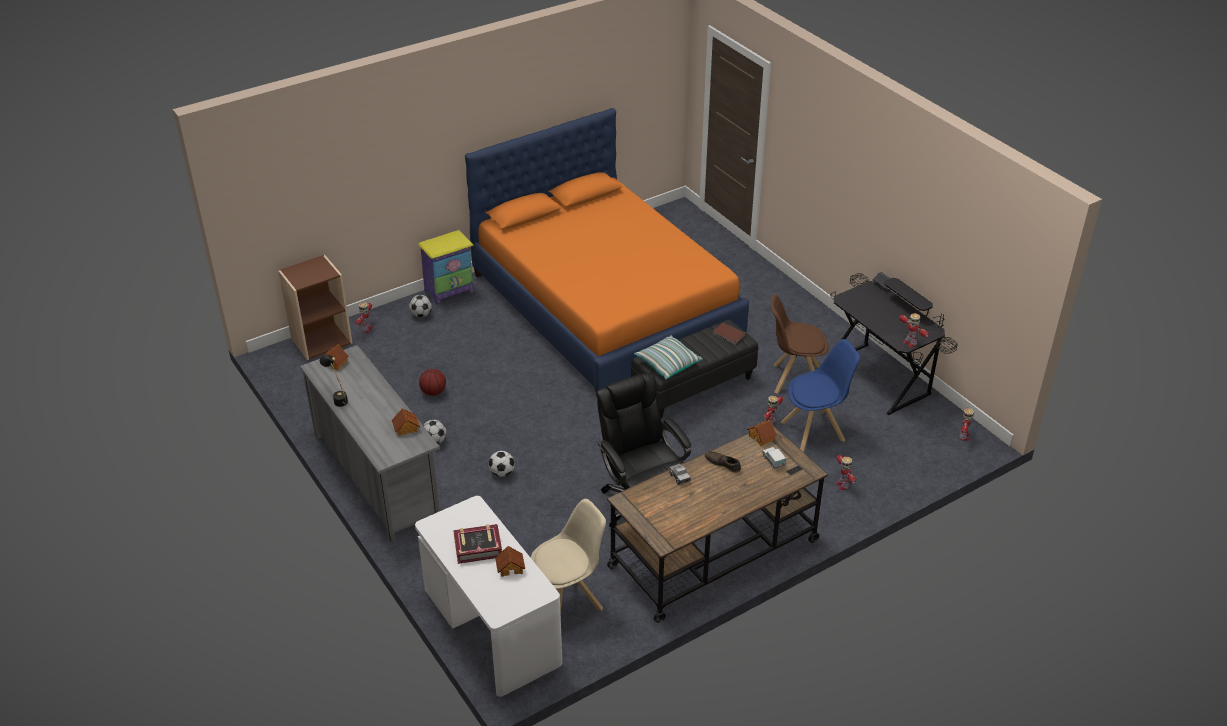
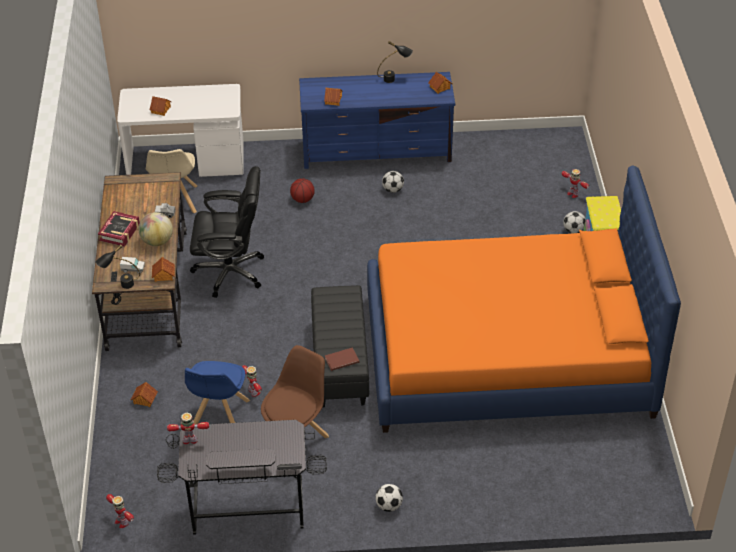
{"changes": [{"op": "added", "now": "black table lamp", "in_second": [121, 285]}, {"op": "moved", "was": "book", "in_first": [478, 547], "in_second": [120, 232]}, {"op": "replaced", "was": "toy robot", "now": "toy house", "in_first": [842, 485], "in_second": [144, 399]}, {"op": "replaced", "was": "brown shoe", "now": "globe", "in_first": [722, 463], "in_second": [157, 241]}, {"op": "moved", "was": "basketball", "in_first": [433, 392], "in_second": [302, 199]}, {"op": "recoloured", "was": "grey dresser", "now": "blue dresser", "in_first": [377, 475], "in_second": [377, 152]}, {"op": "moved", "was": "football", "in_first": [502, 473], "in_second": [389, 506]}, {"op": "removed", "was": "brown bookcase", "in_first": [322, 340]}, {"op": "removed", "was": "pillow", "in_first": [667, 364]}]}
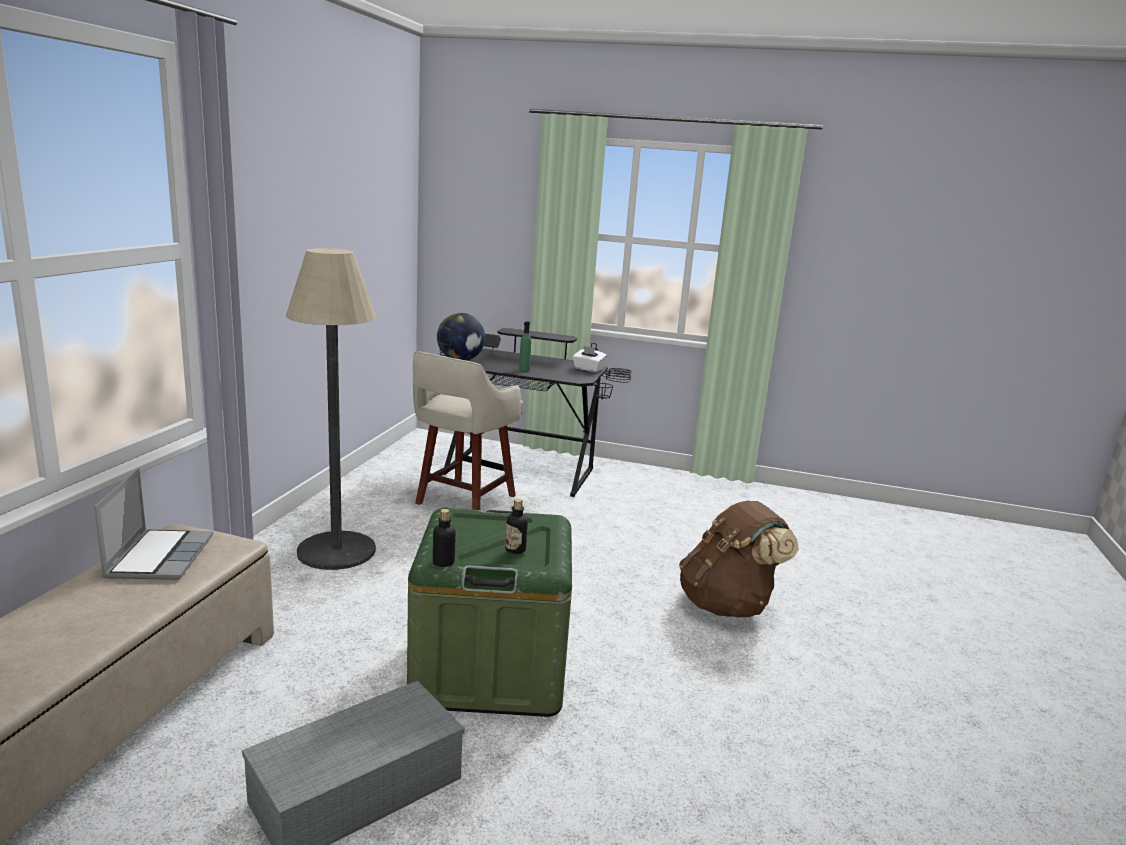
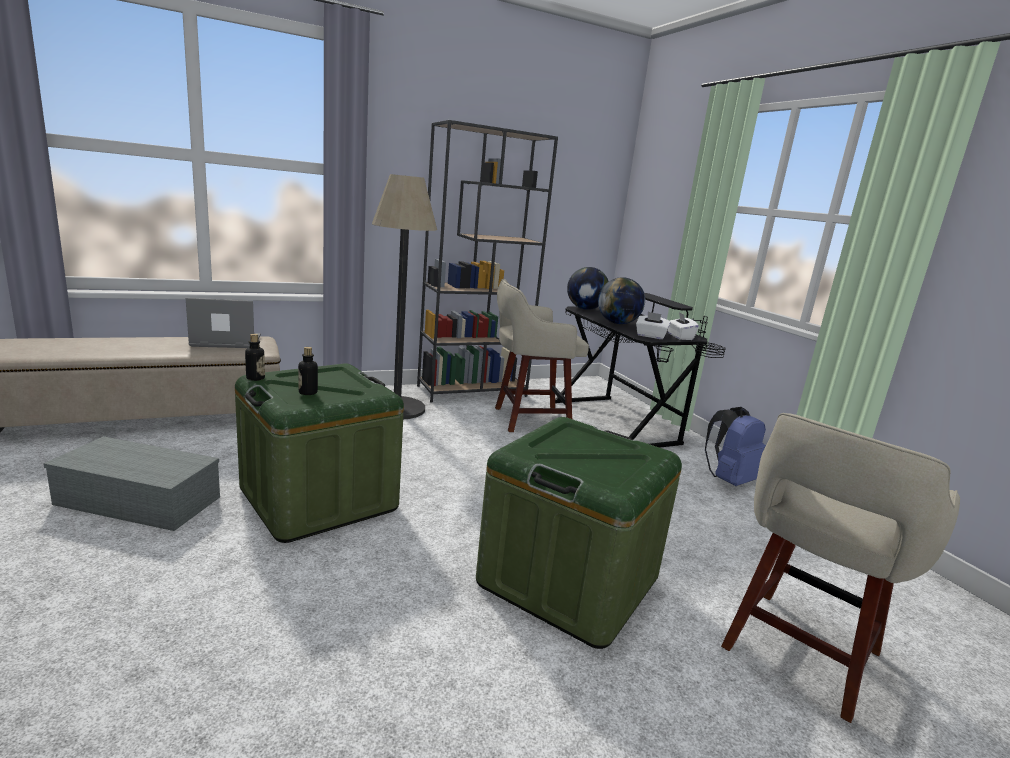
{"changes": [{"op": "turned", "was": "laptop", "in_first": [159, 556], "in_second": [225, 342], "clockwise": -150}, {"op": "added", "now": "bookcase", "in_second": [472, 391]}, {"op": "replaced", "was": "brown backpack", "now": "green storage box", "in_first": [728, 605], "in_second": [568, 580]}, {"op": "replaced", "was": "green bottle", "now": "globe", "in_first": [524, 369], "in_second": [617, 323]}, {"op": "added", "now": "white tissue box", "in_second": [650, 336]}, {"op": "added", "now": "blue backpack", "in_second": [729, 480]}, {"op": "added", "now": "beige stool", "in_second": [797, 654]}]}
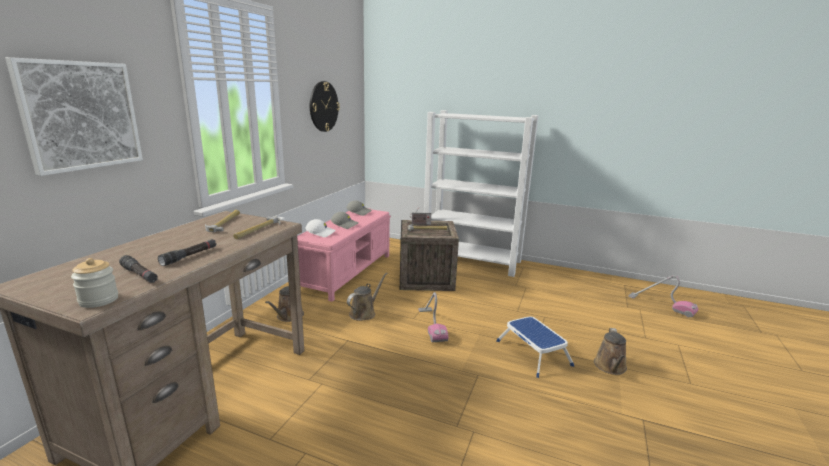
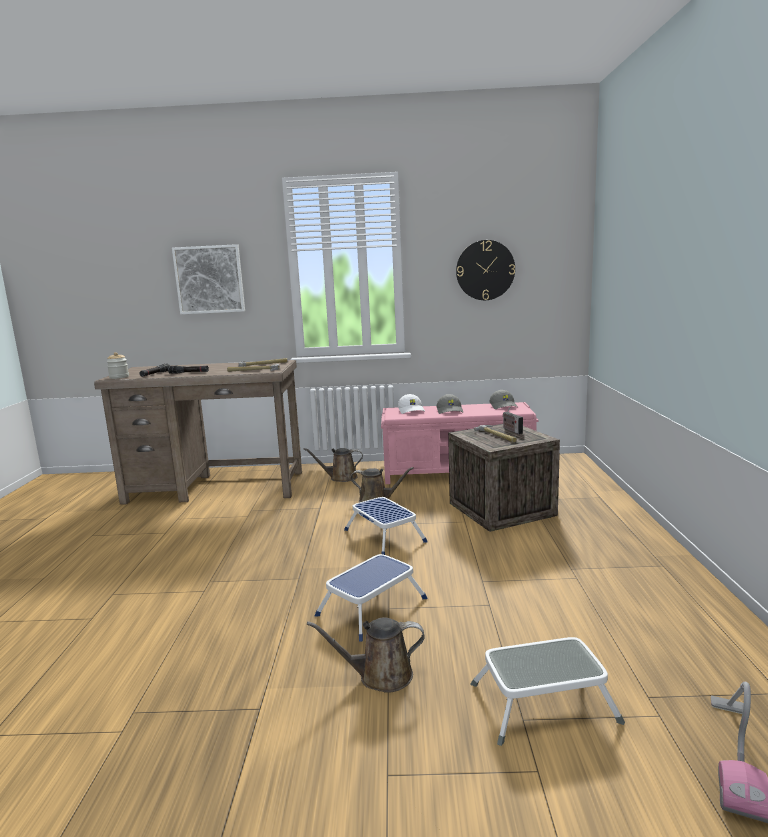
{"changes": [{"op": "replaced", "was": "vacuum cleaner", "now": "blue step ladder", "in_first": [432, 325], "in_second": [384, 536]}, {"op": "added", "now": "grey step ladder", "in_second": [543, 702]}, {"op": "removed", "was": "white bookcase", "in_first": [471, 261]}]}
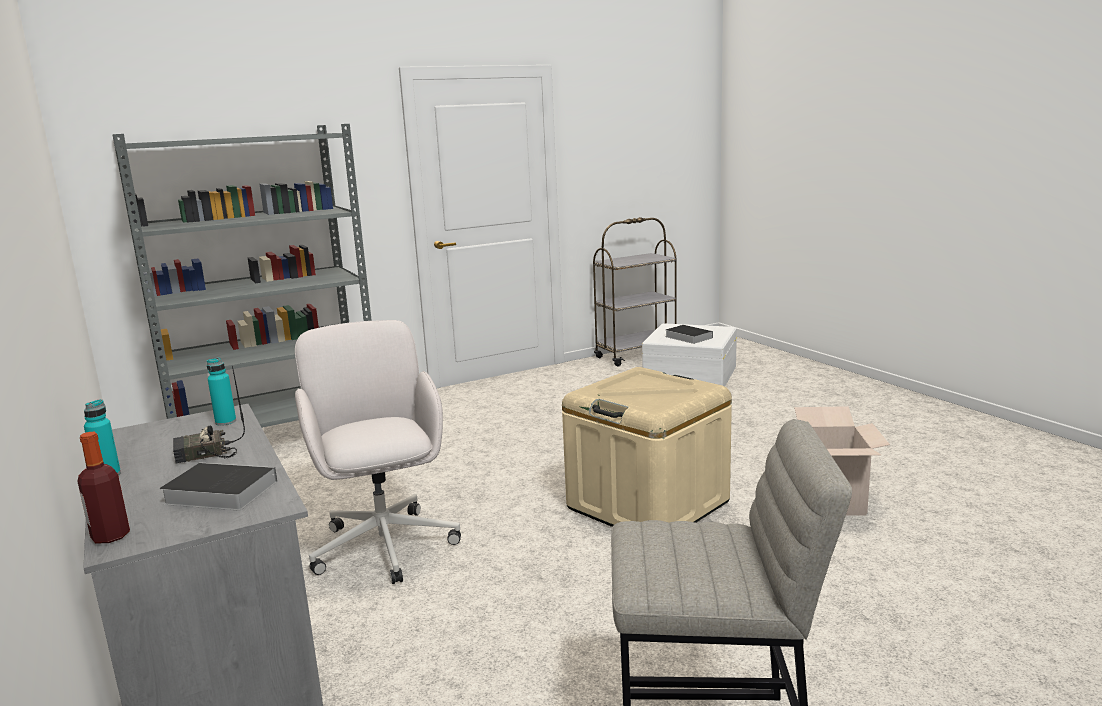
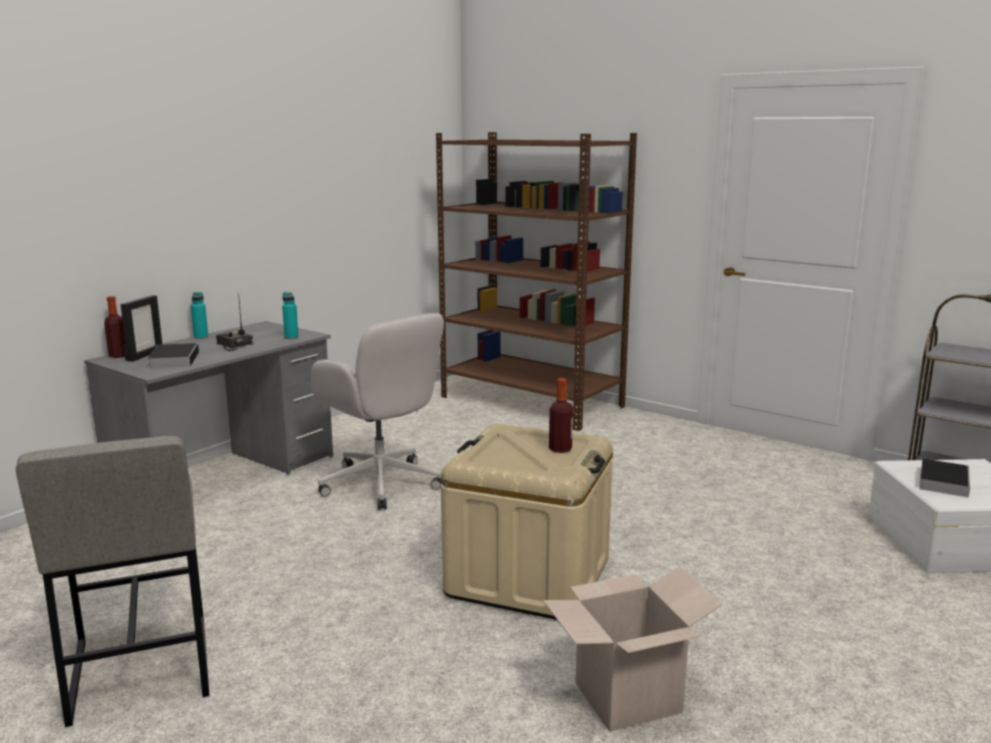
{"changes": [{"op": "added", "now": "picture frame", "in_second": [144, 355]}, {"op": "turned", "was": "white office chair", "in_first": [385, 546], "in_second": [380, 484], "clockwise": 90}, {"op": "recoloured", "was": "grey bookcase", "now": "brown bookcase", "in_first": [278, 437], "in_second": [531, 402]}, {"op": "added", "now": "bottle", "in_second": [560, 449]}]}
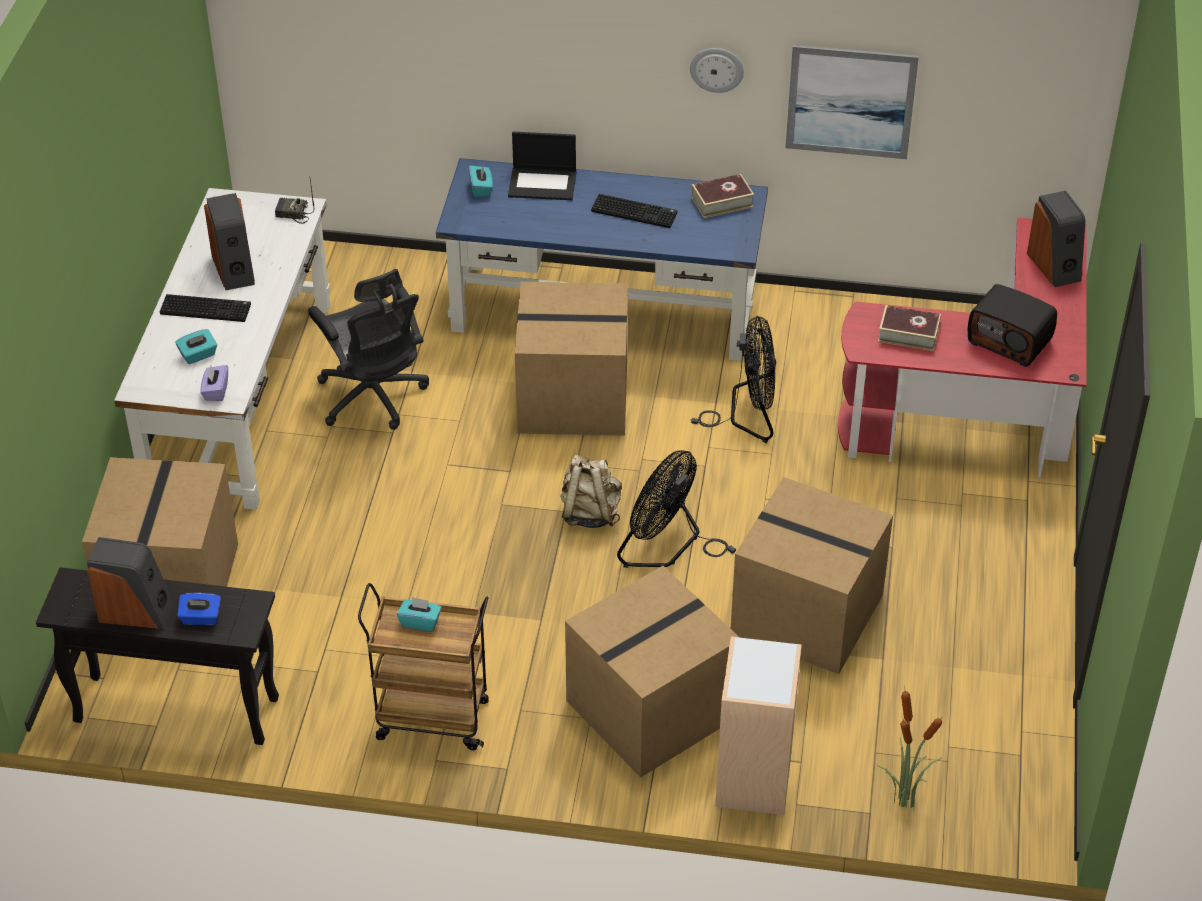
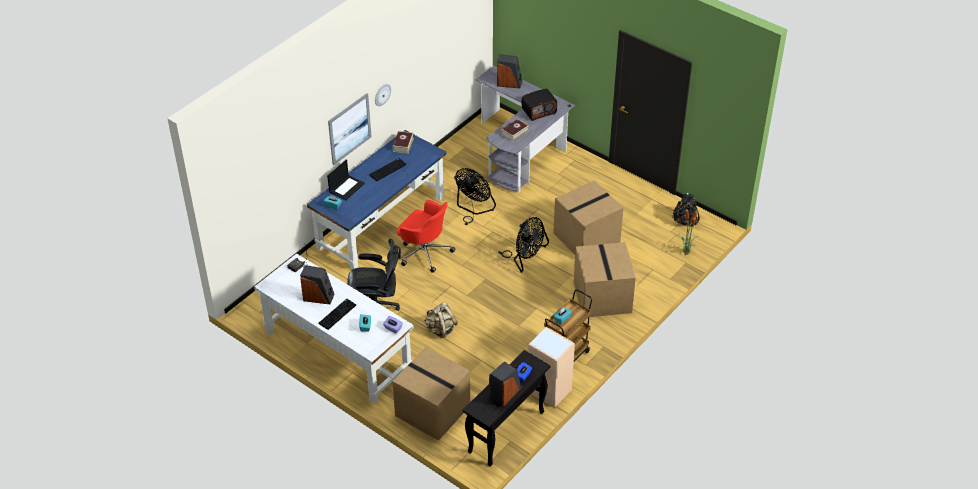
{"changes": [{"op": "moved", "was": "picture", "in_first": [850, 101], "in_second": [349, 128]}, {"op": "replaced", "was": "cardboard box", "now": "red office chair", "in_first": [571, 398], "in_second": [424, 252]}, {"op": "moved", "was": "beige backpack", "in_first": [590, 513], "in_second": [440, 329]}, {"op": "recoloured", "was": "red desk", "now": "grey desk", "in_first": [980, 411], "in_second": [522, 150]}, {"op": "turned", "was": "black fan", "in_first": [673, 542], "in_second": [524, 256], "clockwise": -120}, {"op": "moved", "was": "bookcase", "in_first": [753, 780], "in_second": [549, 391]}, {"op": "added", "now": "black backpack", "in_second": [685, 220]}]}
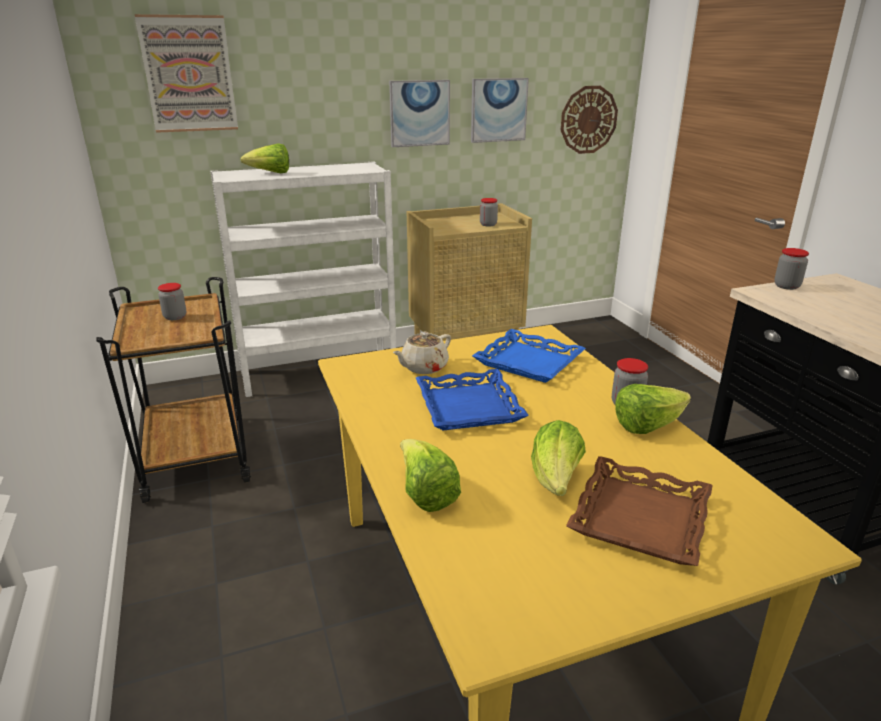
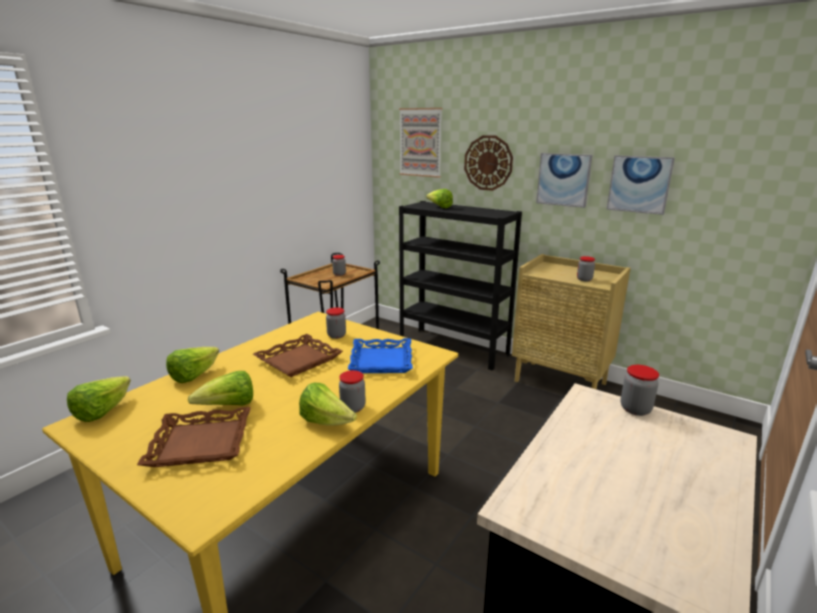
{"changes": [{"op": "added", "now": "lettuce", "in_second": [102, 411]}, {"op": "recoloured", "was": "blue tray", "now": "brown tray", "in_first": [467, 407], "in_second": [298, 360]}, {"op": "replaced", "was": "beige teapot", "now": "jar", "in_first": [423, 367], "in_second": [336, 335]}, {"op": "recoloured", "was": "white bookcase", "now": "black bookcase", "in_first": [319, 372], "in_second": [453, 348]}, {"op": "moved", "was": "wall clock", "in_first": [588, 120], "in_second": [488, 163]}]}
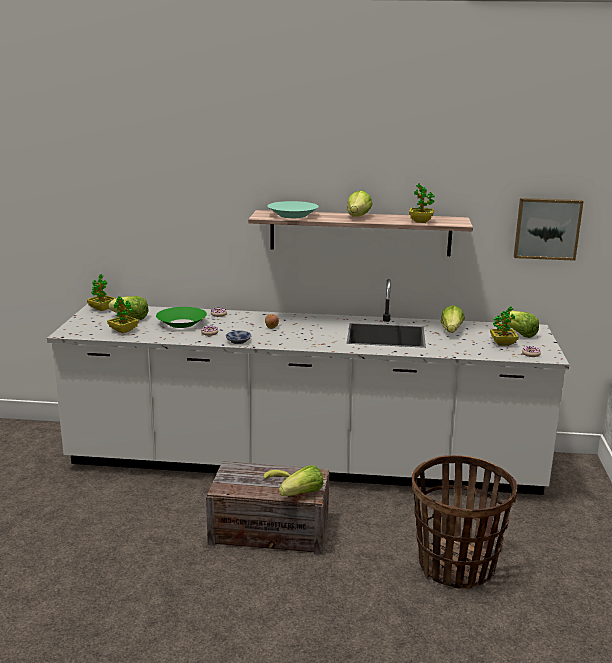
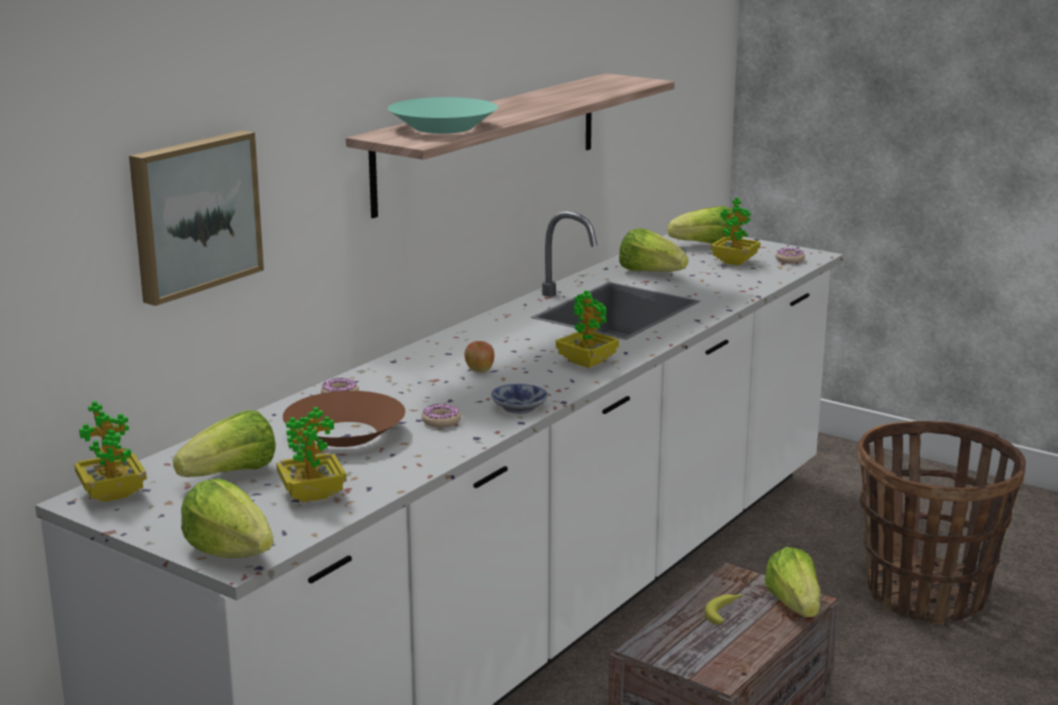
{"changes": [{"op": "moved", "was": "picture", "in_first": [547, 228], "in_second": [193, 214]}, {"op": "moved", "was": "lettuce", "in_first": [358, 217], "in_second": [229, 552]}, {"op": "recoloured", "was": "green bowl", "now": "brown bowl", "in_first": [181, 323], "in_second": [344, 434]}, {"op": "moved", "was": "potted plant", "in_first": [420, 221], "in_second": [587, 362]}]}
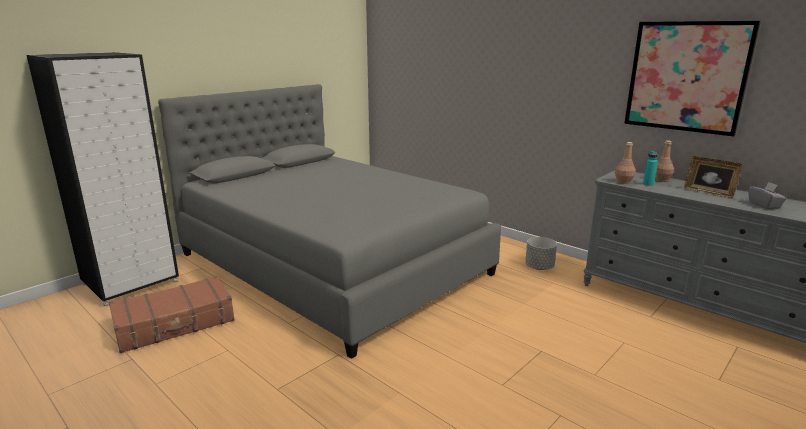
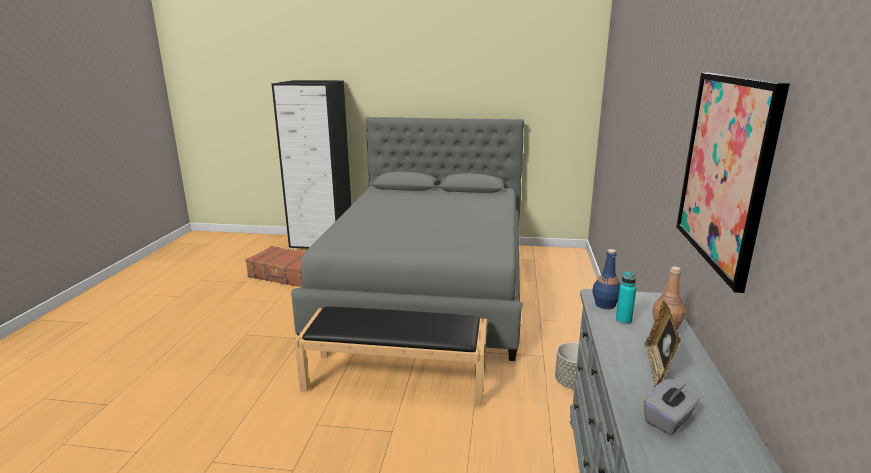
{"changes": [{"op": "added", "now": "black bench", "in_second": [397, 377]}, {"op": "recoloured", "was": "brown bottle", "now": "blue bottle", "in_first": [623, 182], "in_second": [604, 304]}]}
